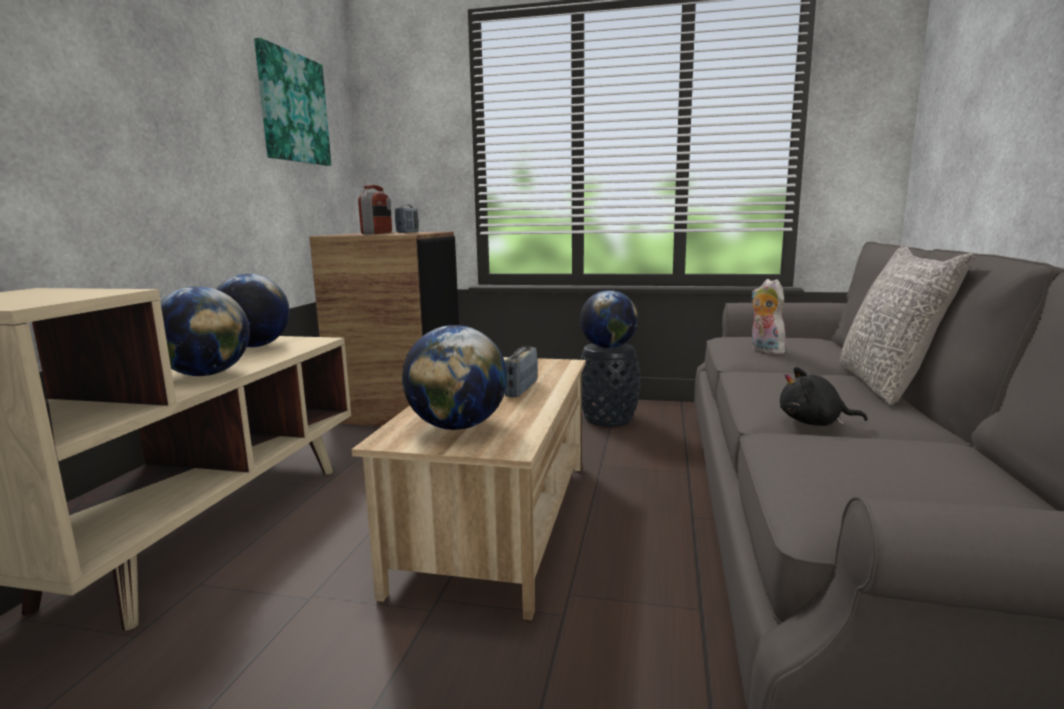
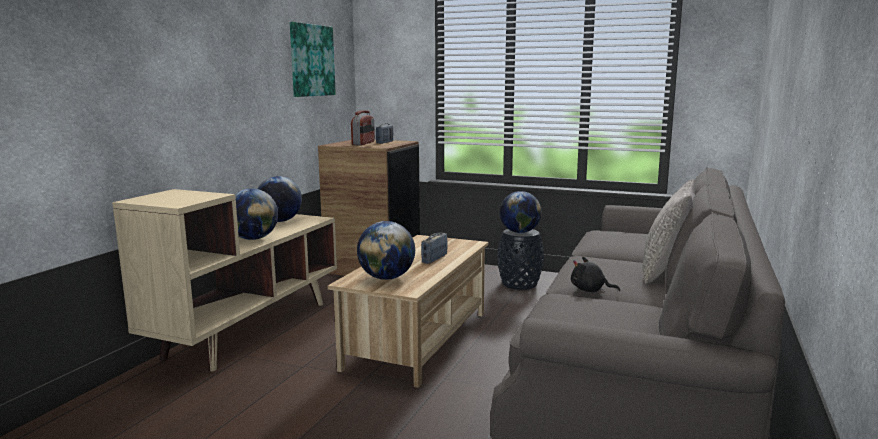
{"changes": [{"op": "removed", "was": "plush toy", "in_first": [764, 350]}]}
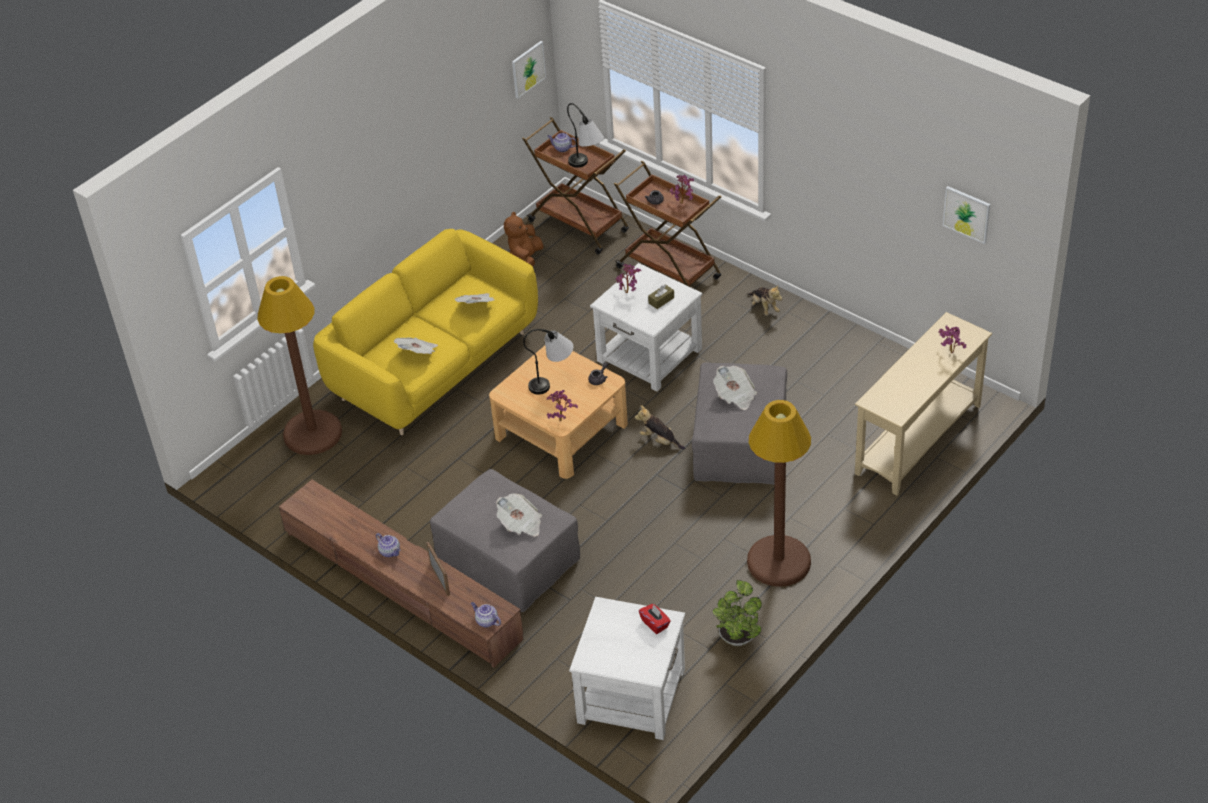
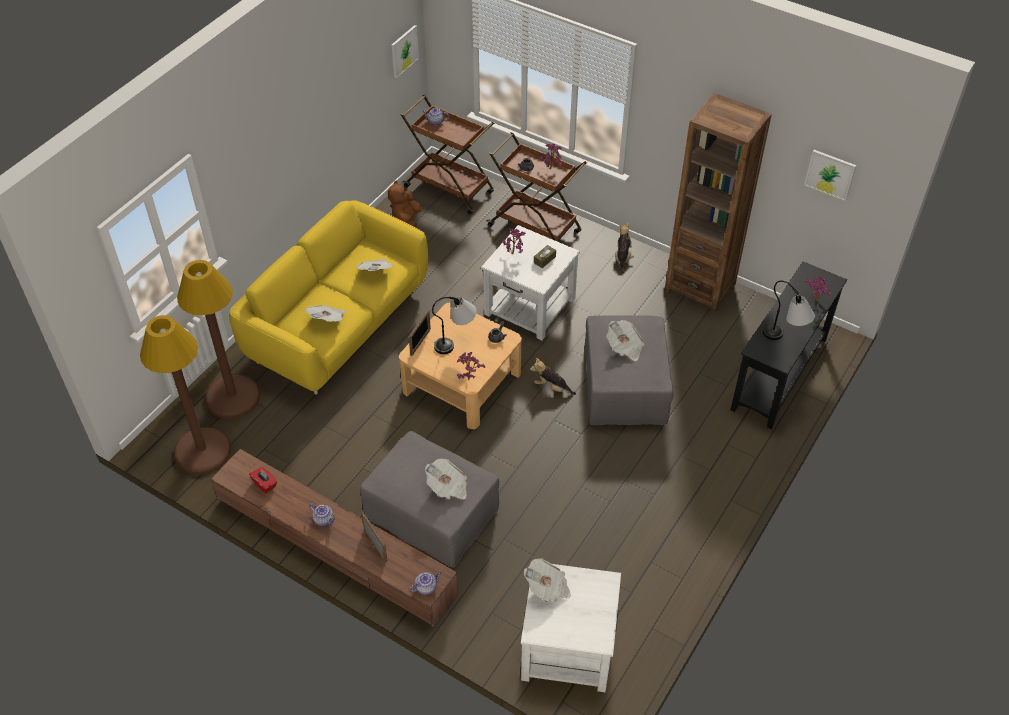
{"changes": [{"op": "moved", "was": "brown floor lamp", "in_first": [779, 562], "in_second": [203, 451]}, {"op": "moved", "was": "red tissue box", "in_first": [655, 624], "in_second": [265, 484]}, {"op": "added", "now": "picture frame", "in_second": [420, 342]}, {"op": "turned", "was": "teapot", "in_first": [486, 621], "in_second": [426, 587], "clockwise": 120}, {"op": "added", "now": "newspaper", "in_second": [548, 588]}, {"op": "turned", "was": "plush toy", "in_first": [764, 307], "in_second": [622, 257], "clockwise": -135}, {"op": "added", "now": "brown bookcase", "in_second": [700, 287]}, {"op": "recoloured", "was": "beige console table", "now": "black console table", "in_first": [918, 440], "in_second": [779, 375]}, {"op": "moved", "was": "table lamp", "in_first": [587, 167], "in_second": [784, 339]}, {"op": "removed", "was": "potted plant", "in_first": [737, 636]}]}
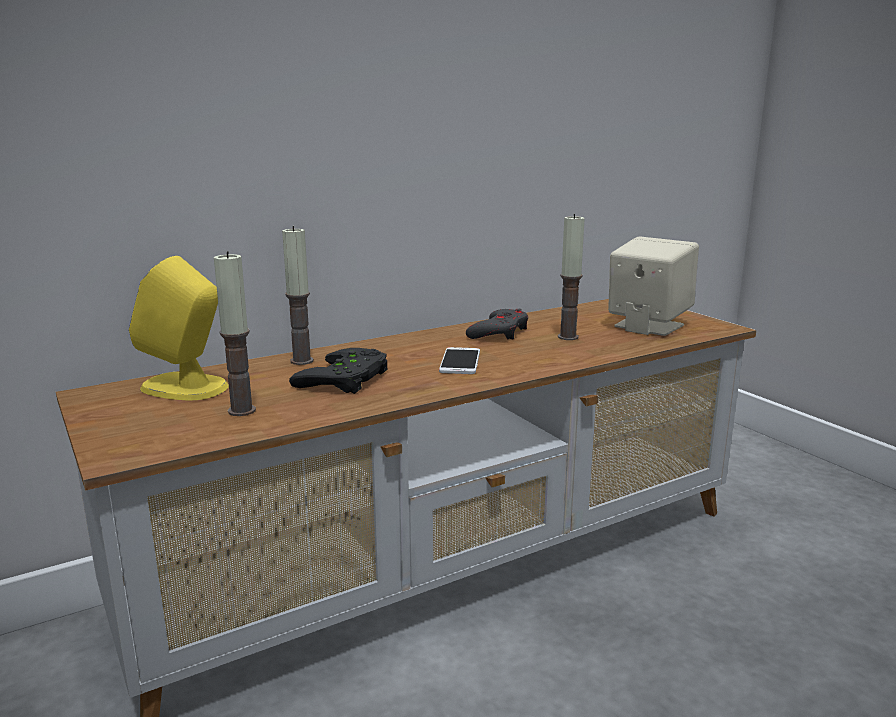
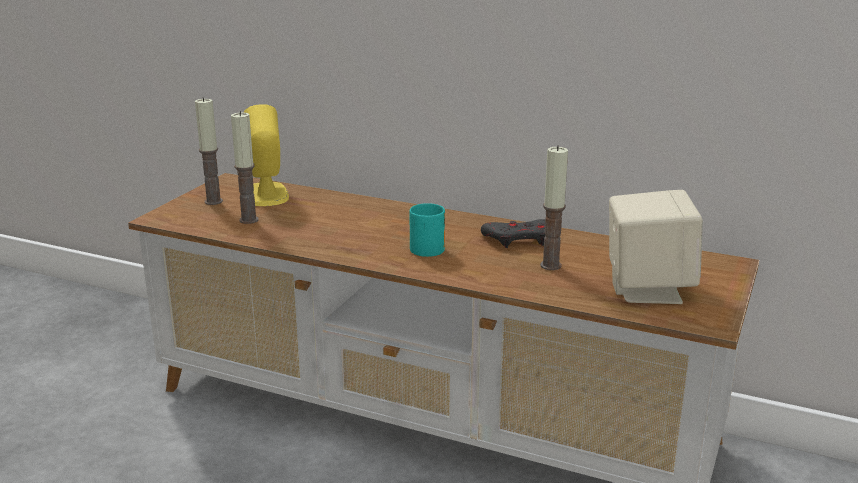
{"changes": [{"op": "moved", "was": "candle", "in_first": [302, 361], "in_second": [213, 201]}, {"op": "replaced", "was": "phone", "now": "turquoise mug", "in_first": [460, 361], "in_second": [423, 246]}, {"op": "removed", "was": "black game controller", "in_first": [348, 379]}]}
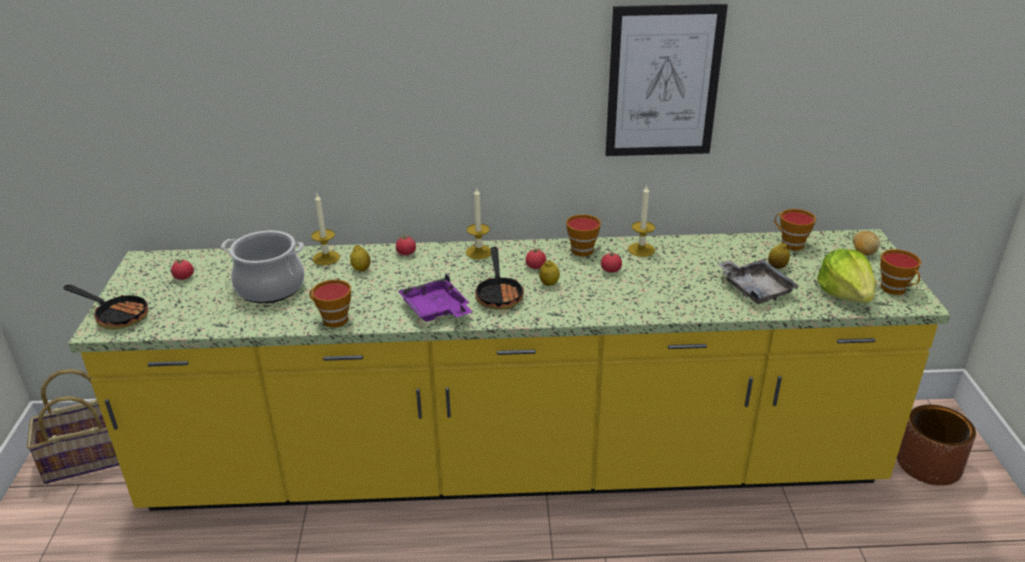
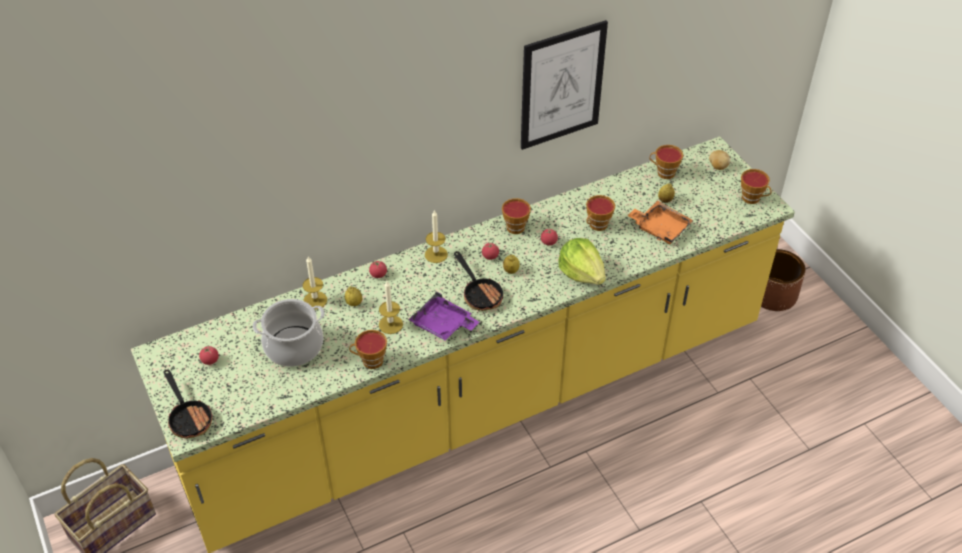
{"changes": [{"op": "turned", "was": "frying pan", "in_first": [117, 315], "in_second": [189, 417], "clockwise": 60}, {"op": "moved", "was": "candle", "in_first": [641, 249], "in_second": [390, 324]}, {"op": "moved", "was": "lettuce", "in_first": [845, 294], "in_second": [582, 272]}, {"op": "added", "now": "cup", "in_second": [597, 226]}, {"op": "recoloured", "was": "grey tray", "now": "orange tray", "in_first": [755, 289], "in_second": [660, 228]}]}
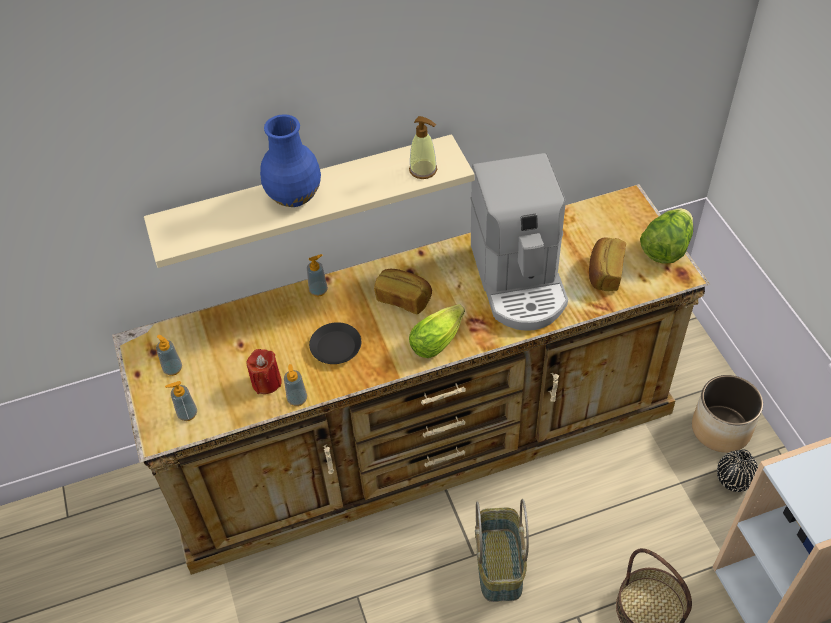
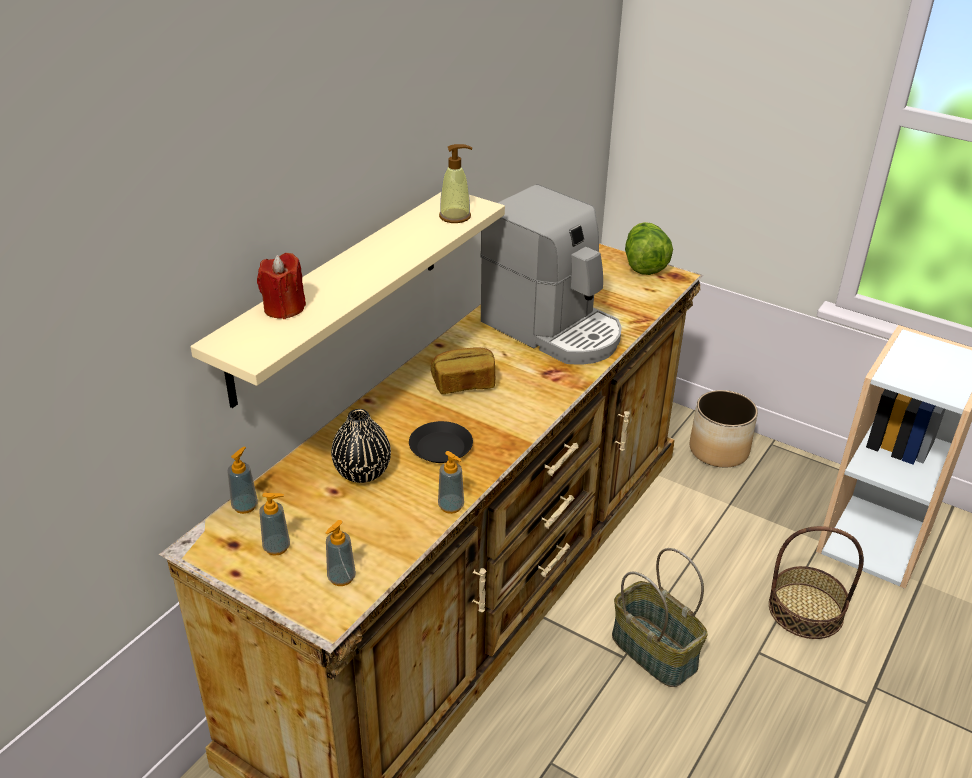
{"changes": [{"op": "moved", "was": "soap dispenser", "in_first": [318, 290], "in_second": [245, 506]}, {"op": "moved", "was": "red candle", "in_first": [266, 382], "in_second": [284, 308]}, {"op": "moved", "was": "black vase", "in_first": [733, 480], "in_second": [362, 472]}, {"op": "removed", "was": "blue vase", "in_first": [295, 196]}, {"op": "removed", "was": "lettuce", "in_first": [439, 338]}, {"op": "removed", "was": "bread", "in_first": [604, 273]}]}
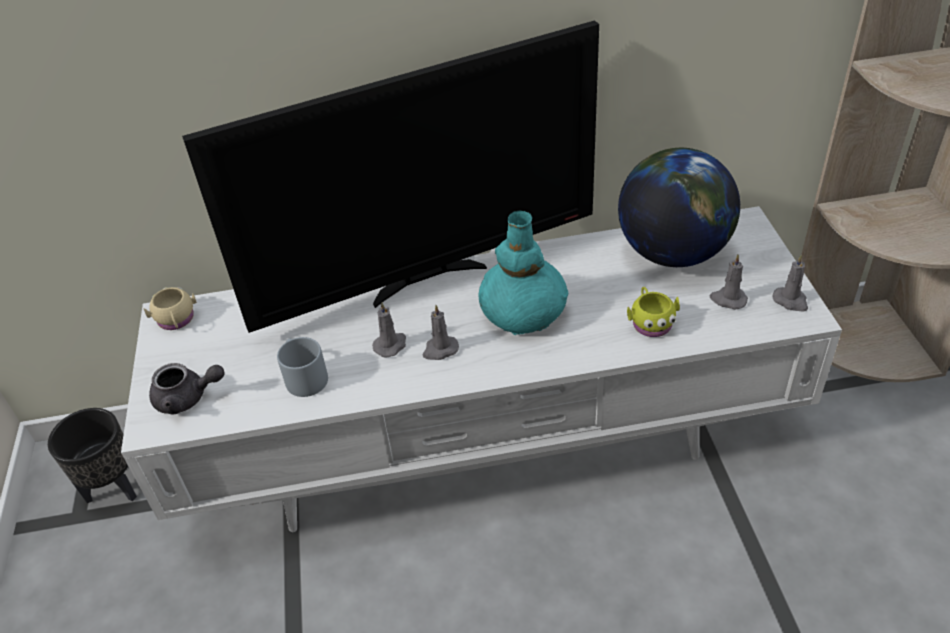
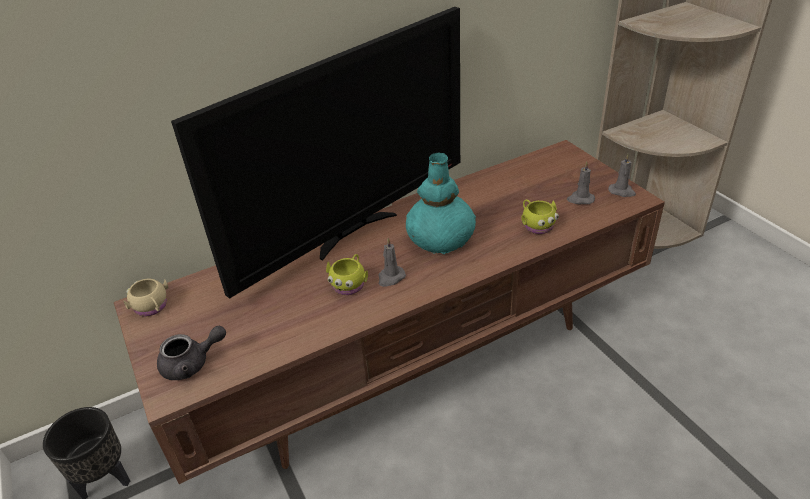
{"changes": [{"op": "recoloured", "was": "white tv stand", "now": "brown tv stand", "in_first": [485, 437], "in_second": [411, 354]}, {"op": "replaced", "was": "grey candle", "now": "yellow mug", "in_first": [391, 345], "in_second": [349, 283]}, {"op": "removed", "was": "grey mug", "in_first": [303, 376]}, {"op": "removed", "was": "globe", "in_first": [672, 252]}]}
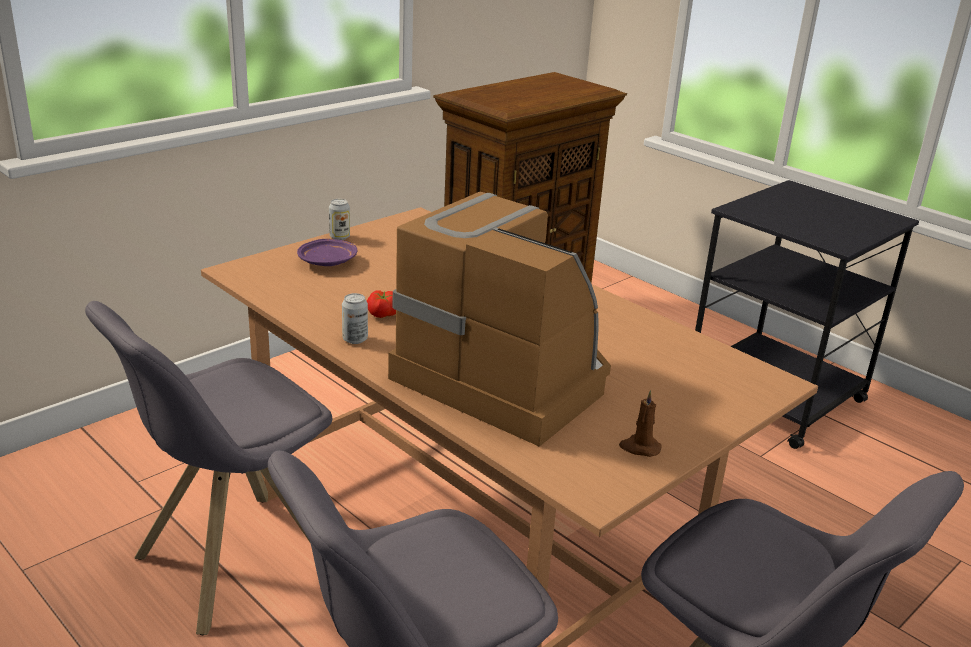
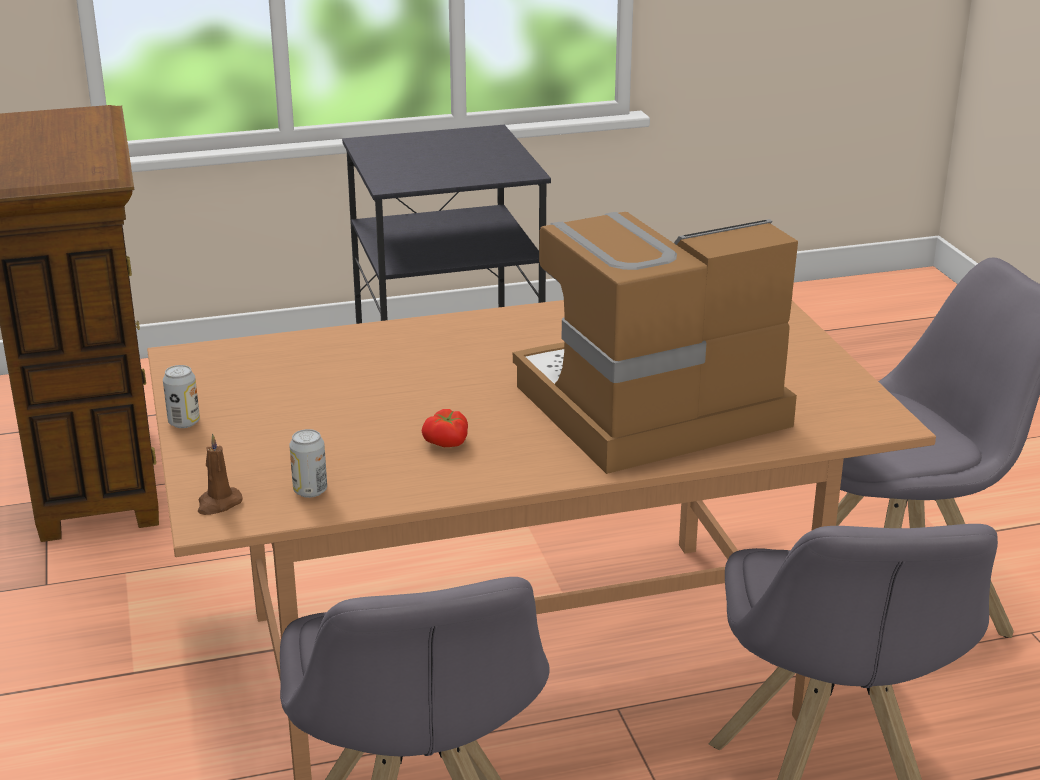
{"changes": [{"op": "moved", "was": "brown candle", "in_first": [639, 447], "in_second": [218, 504]}, {"op": "moved", "was": "can", "in_first": [355, 339], "in_second": [310, 491]}, {"op": "removed", "was": "purple plate", "in_first": [328, 262]}]}
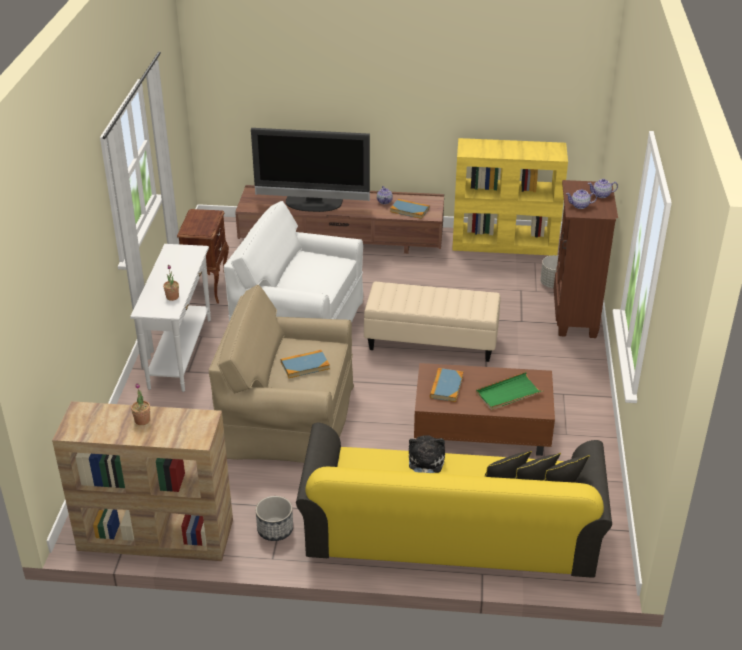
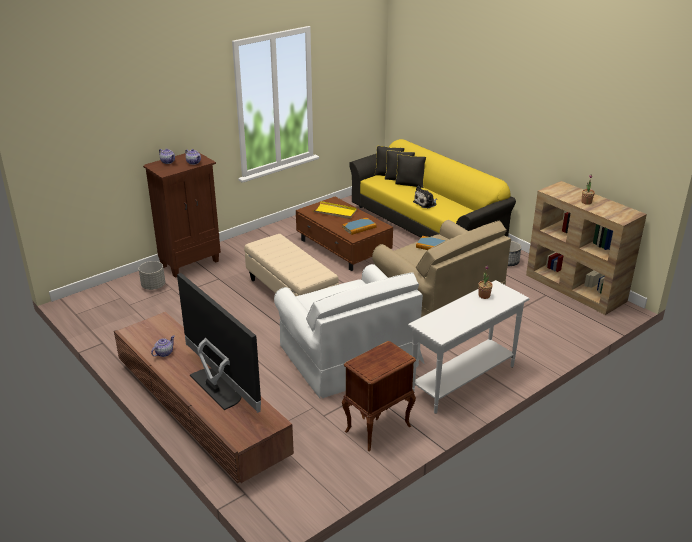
{"changes": [{"op": "recoloured", "was": "green tray", "now": "yellow tray", "in_first": [508, 393], "in_second": [335, 212]}, {"op": "removed", "was": "book", "in_first": [409, 210]}, {"op": "removed", "was": "yellow bookcase", "in_first": [504, 242]}]}
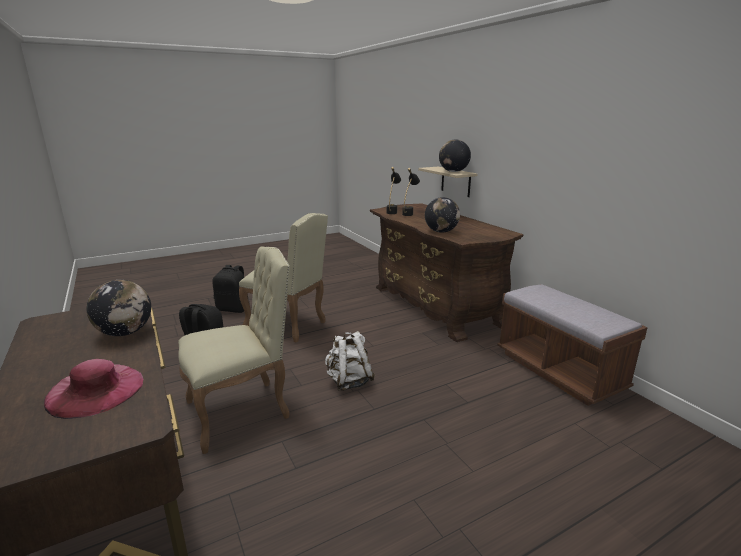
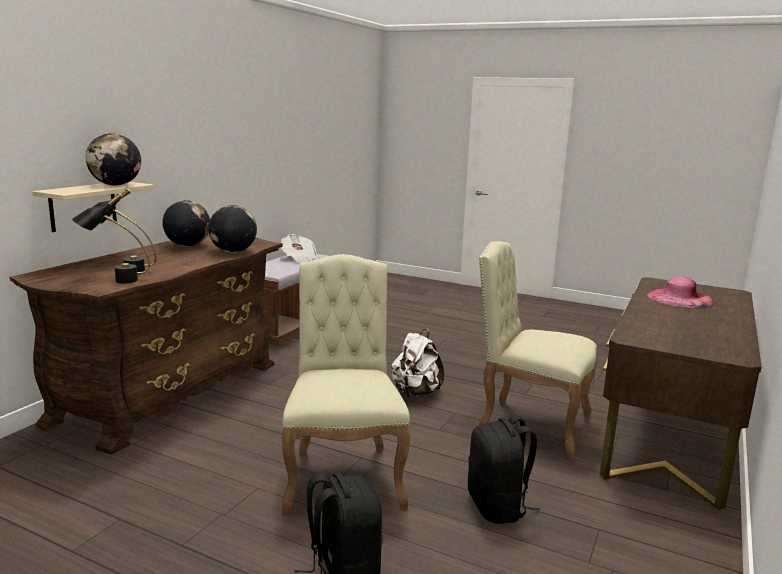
{"changes": [{"op": "moved", "was": "globe", "in_first": [125, 333], "in_second": [188, 245]}, {"op": "added", "now": "newspaper", "in_second": [299, 258]}]}
